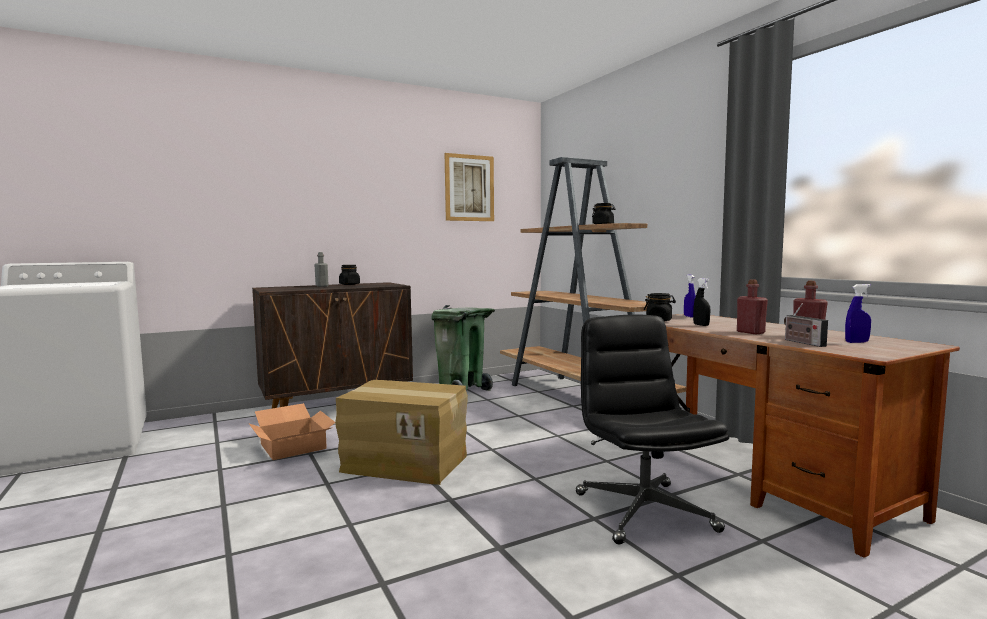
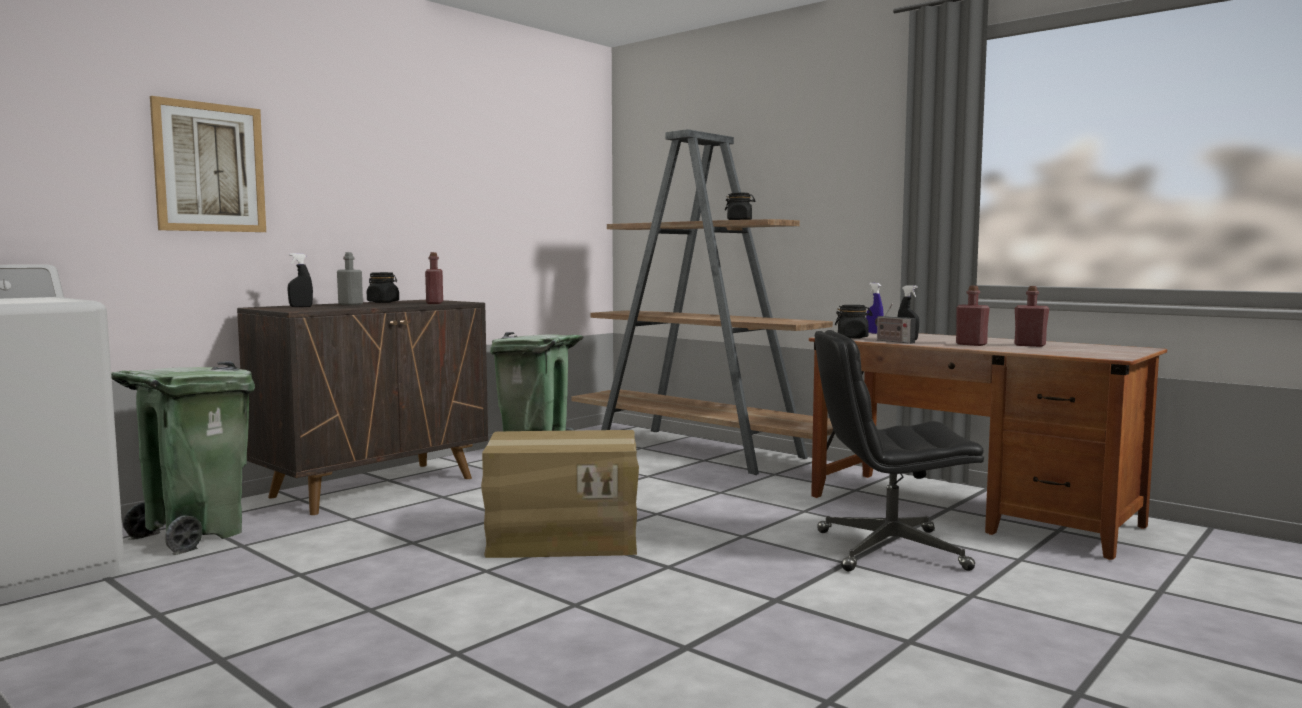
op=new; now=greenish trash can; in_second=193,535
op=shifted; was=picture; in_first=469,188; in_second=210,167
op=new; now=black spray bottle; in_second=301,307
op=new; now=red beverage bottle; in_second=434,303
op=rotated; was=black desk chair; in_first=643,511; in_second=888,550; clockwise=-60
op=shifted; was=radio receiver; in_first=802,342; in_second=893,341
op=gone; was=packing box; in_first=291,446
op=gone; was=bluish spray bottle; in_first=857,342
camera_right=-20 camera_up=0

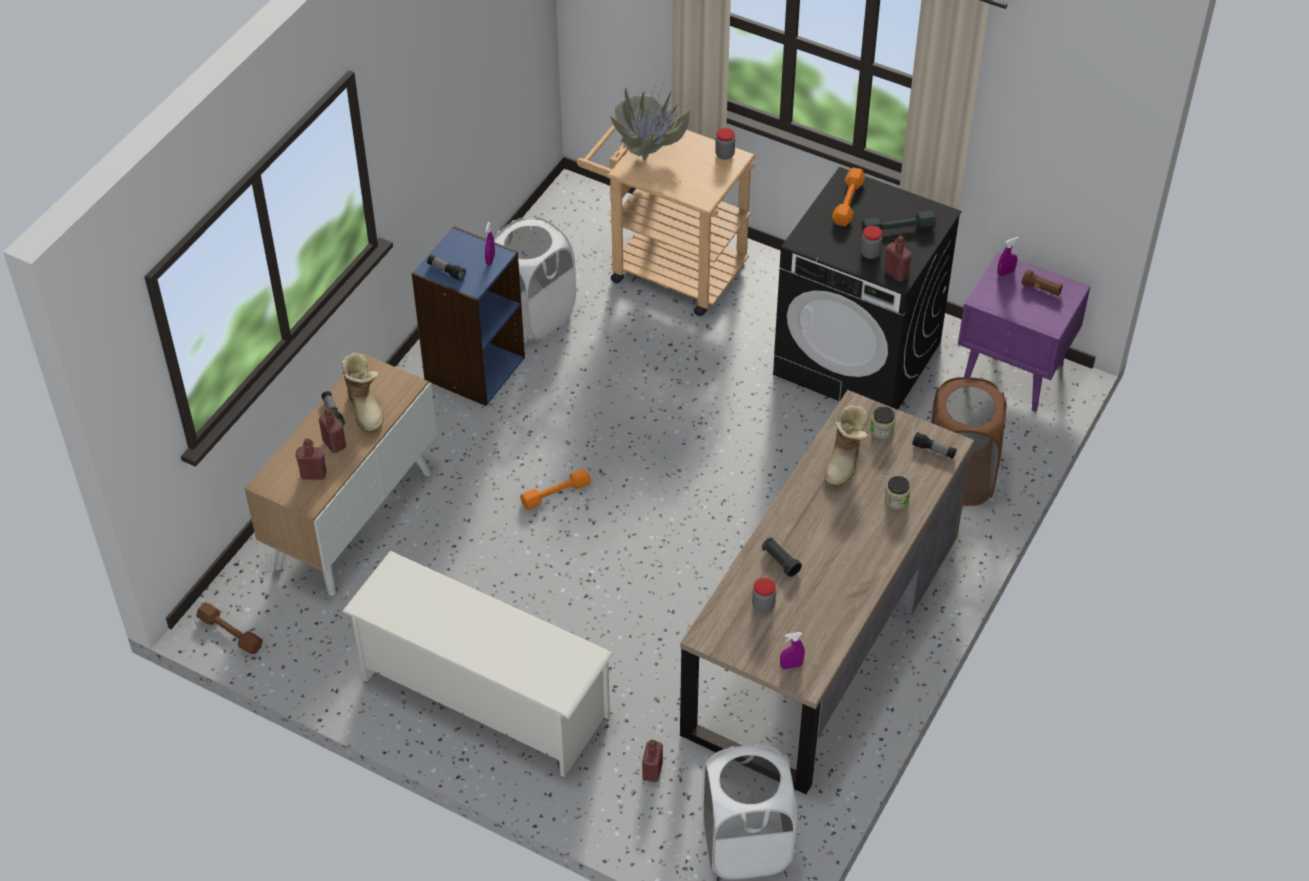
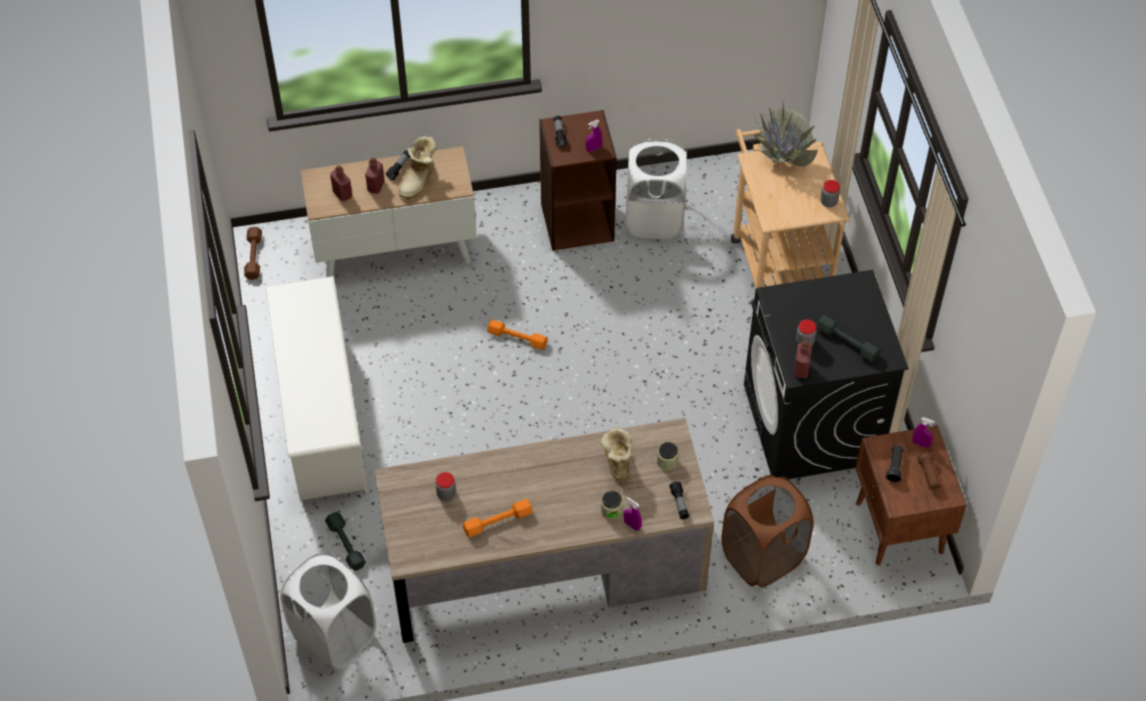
op=swapped; was=red beverage bottle; now=greyish free weight; in_first=652,771; in_second=346,544
op=shifted; was=orangey free weight; in_first=848,202; in_second=497,521
op=repainted; was=bluish bookcase; now=brownish bookcase; in_first=474,368; in_second=577,221
op=rotated; was=boot; in_first=845,462; in_second=616,459; clockwise=105
op=shifted; was=purple-coloured spray bottle; in_first=791,666; in_second=632,525
op=repainted; was=purple-coloured bedside table; now=brownish bedside table; in_first=1014,375; in_second=899,529
op=shifted; was=black hand torch; in_first=780,561; in_second=894,467
camera_right=50 camera_up=5

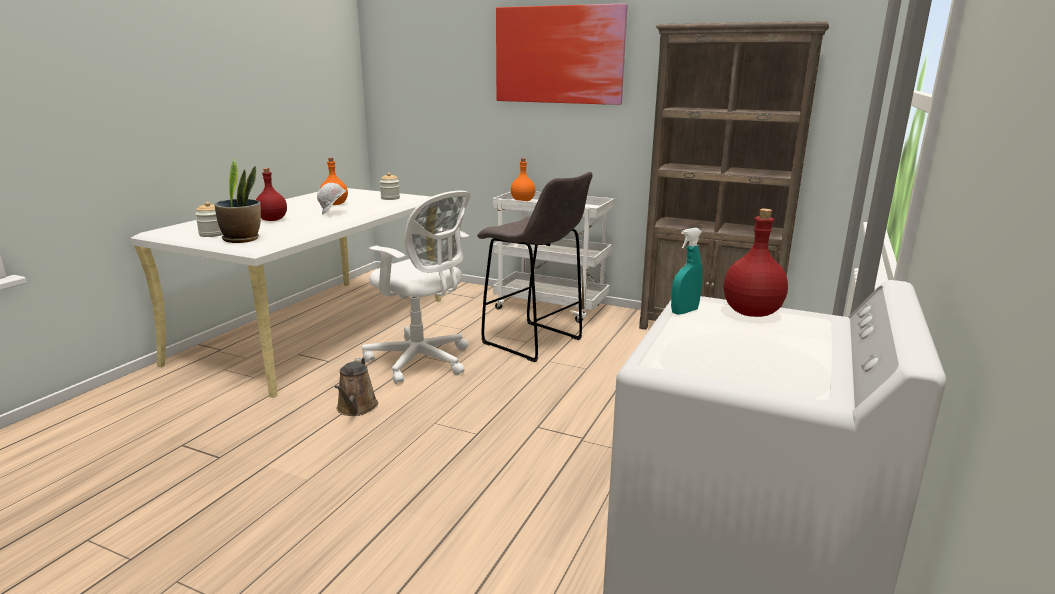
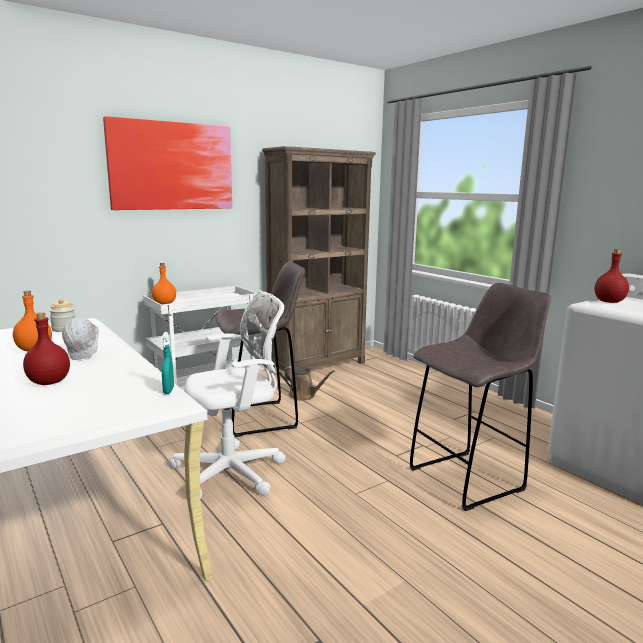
op=shifted; was=turquoise-coloured spray bottle; in_first=684,312; in_second=168,390
op=shifted; was=brownish sprinkling can; in_first=356,408; in_second=304,396
op=new; now=greyish sitting stool; in_second=469,478
op=gone; was=storage jar; in_first=212,234
op=gone; was=plant in a pot; in_first=242,239
camera_right=-60 camera_up=-5

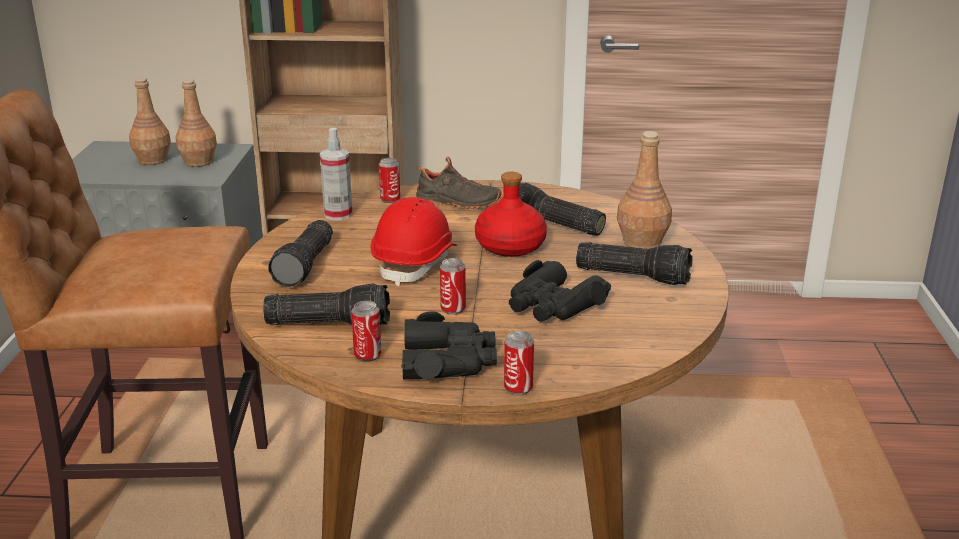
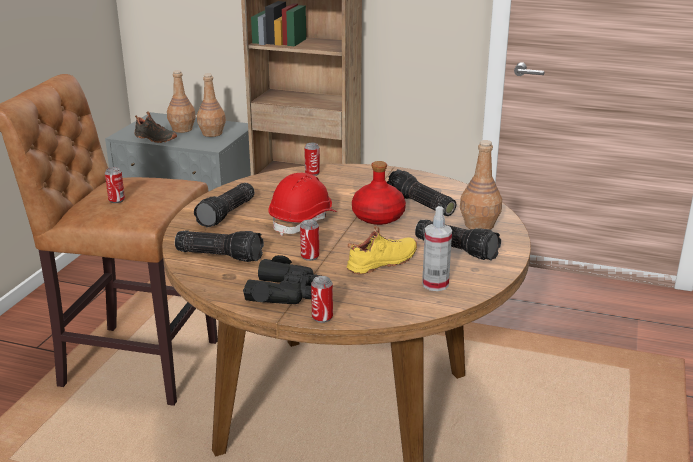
op=shifted; was=sealed can; in_first=367,355; in_second=116,200
op=shifted; was=black shoe; in_first=457,203; in_second=155,139
op=swapped; was=black binoculars; now=yellow-coloured shoe; in_first=553,305; in_second=383,263
op=shifted; was=spray bottle; in_first=338,215; in_second=435,284
camera_right=15 camera_up=0

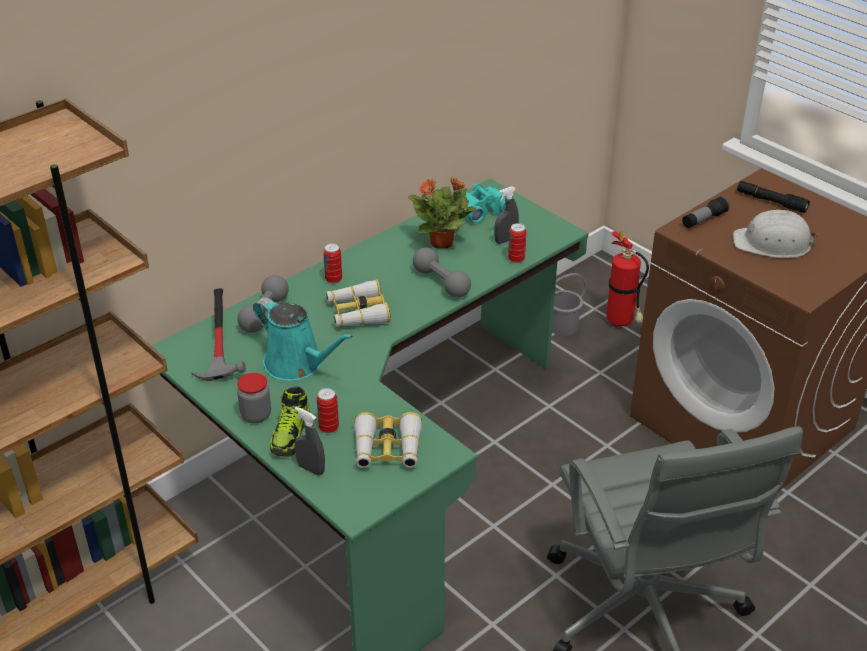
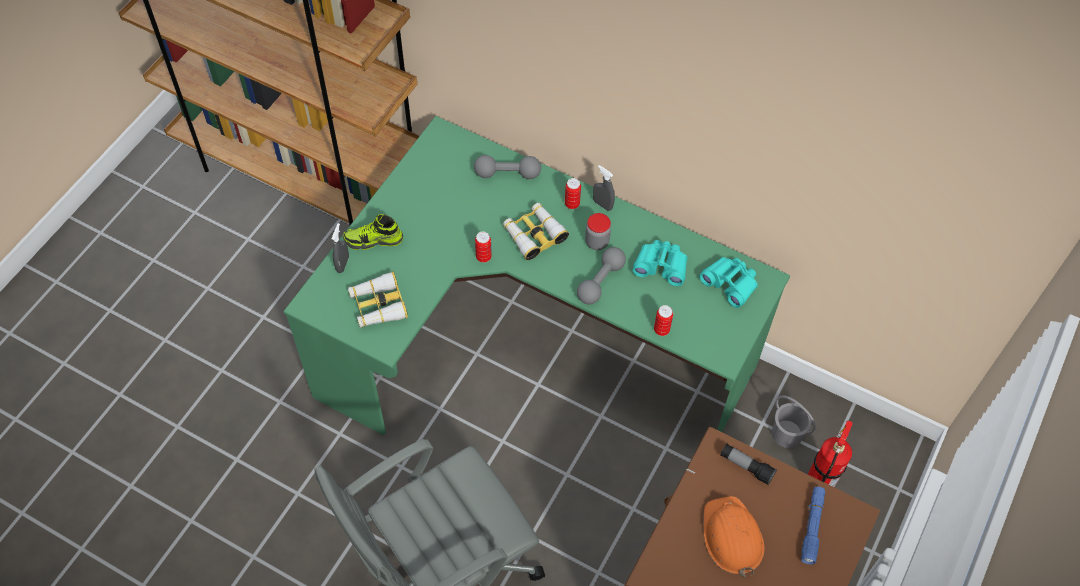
op=shifted; was=sealed can; in_first=329,428; in_second=483,257
op=shifted; was=storage jar; in_first=256,415; in_second=597,242
op=shifted; was=greyish spray bottle; in_first=505,240; in_second=602,204
op=swapped; was=plant in a pot; now=turquoise-coloured binoculars; in_first=442,243; in_second=661,266
op=repainted; was=white-coloured hard hat; now=orangey hard hat; in_first=773,243; in_second=731,537
op=repainted; was=black hand torch; now=bluish hand torch; in_first=771,202; in_second=812,527
op=gone; was=hammer; in_first=224,355
op=gone; was=turquoise-coloured sprinkling can; in_first=297,364
camera_right=70 camera_up=20

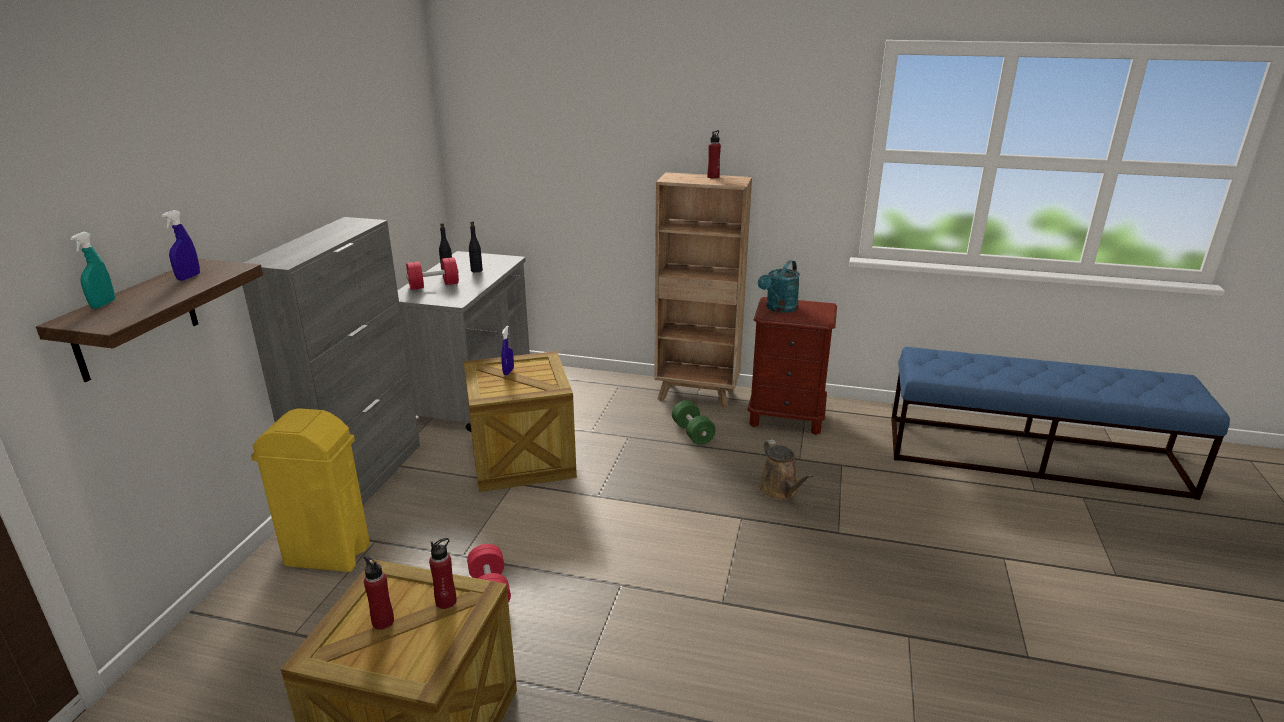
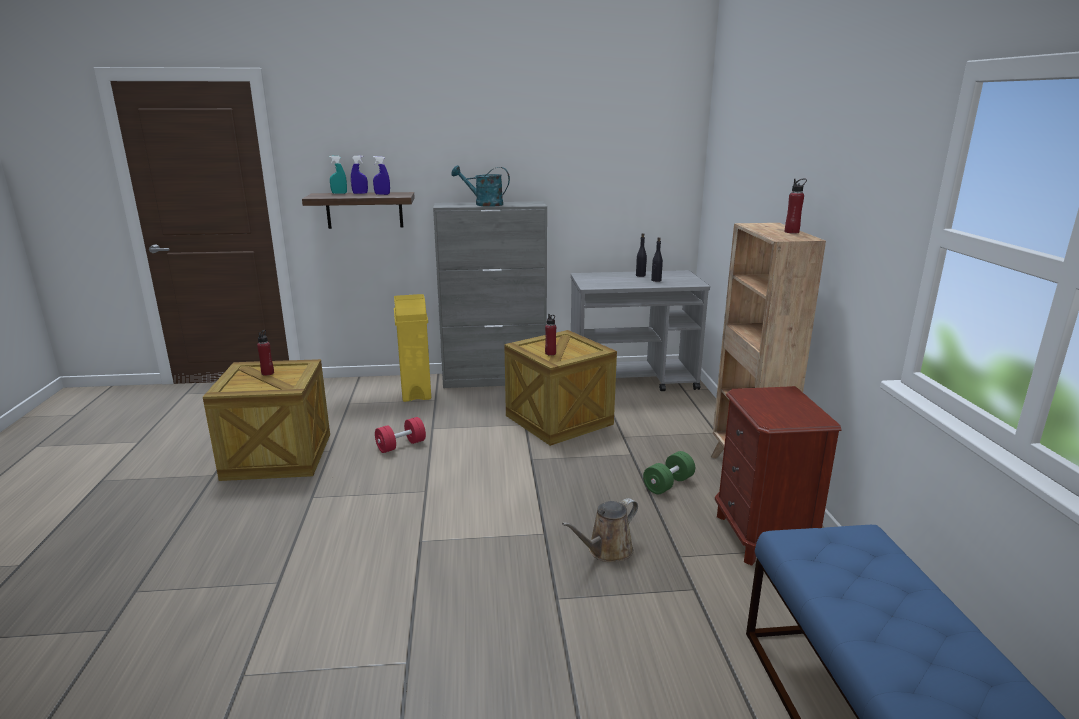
op=shifted; was=bluish spray bottle; in_first=508,371; in_second=360,193
op=shifted; was=turquoise-coloured sprinkling can; in_first=779,308; in_second=483,204
op=shifted; was=red beverage bottle; in_first=446,601; in_second=550,353
op=gone; was=red free weight; in_first=434,286
camera_right=70 camera_up=-5

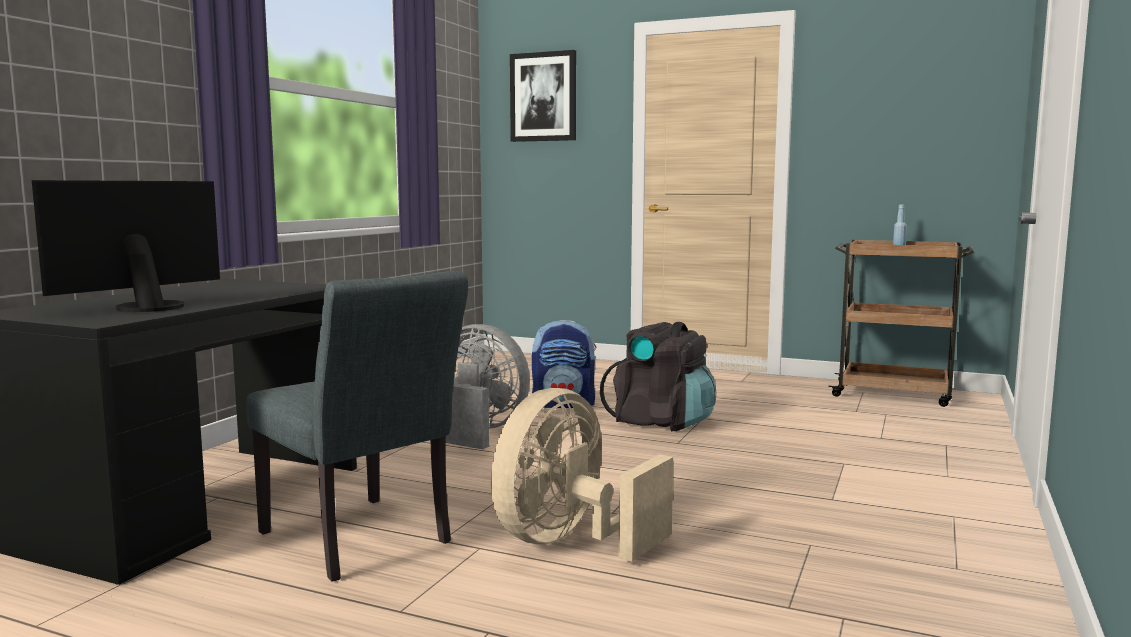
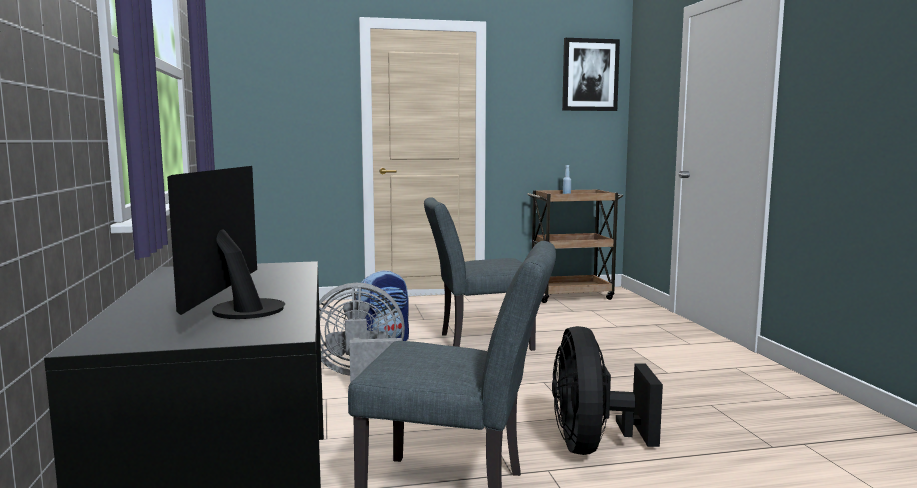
op=swapped; was=black backpack; now=greyish plain chair; in_first=661,422; in_second=478,342
op=repainted; was=sand-coloured cooling fan; now=black cooling fan; in_first=570,542; in_second=593,446
op=shifted; was=picture; in_first=543,97; in_second=590,75
camera_right=-35 camera_up=0

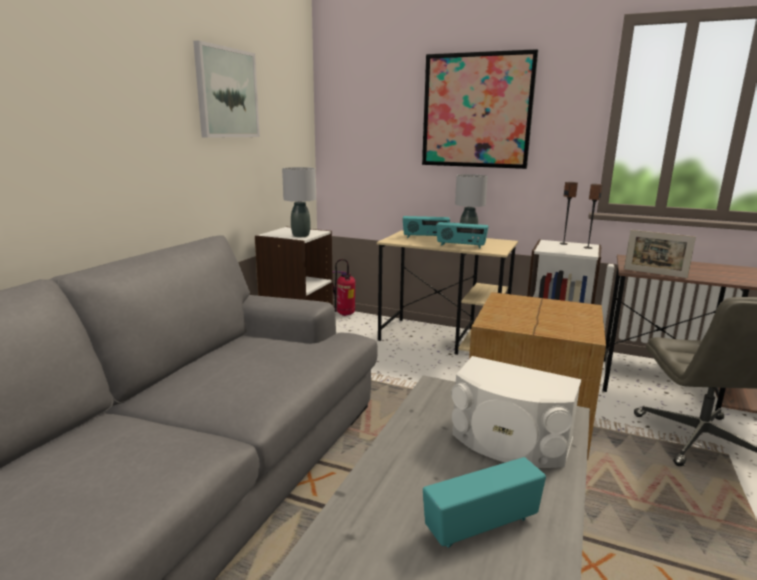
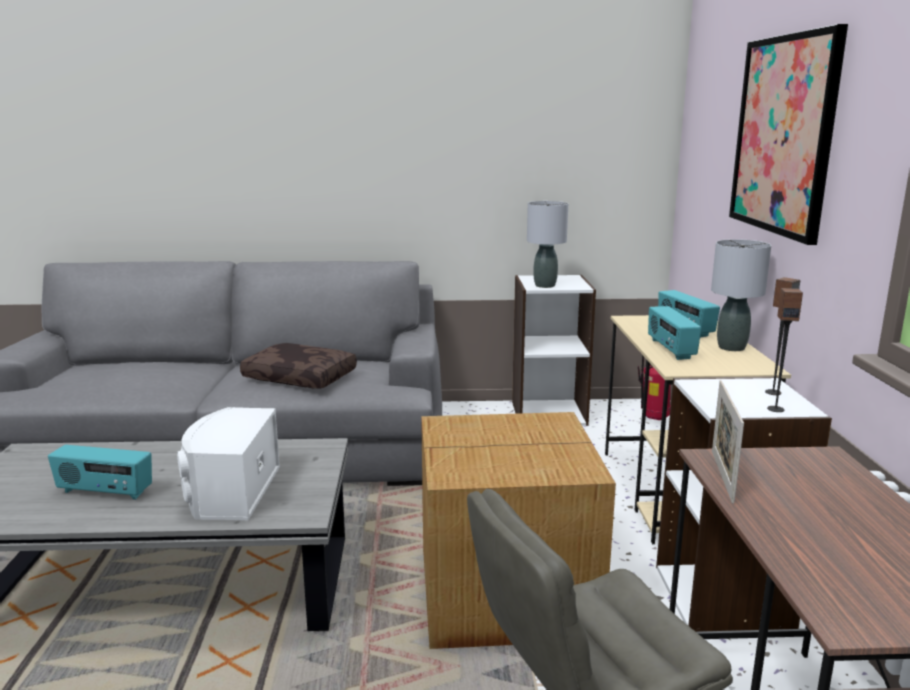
op=rotated; was=radio receiver; in_first=480,524; in_second=104,492; clockwise=150
op=new; now=brownish cushion; in_second=301,377
op=gone; was=picture; in_first=226,93
camera_right=65 camera_up=0

